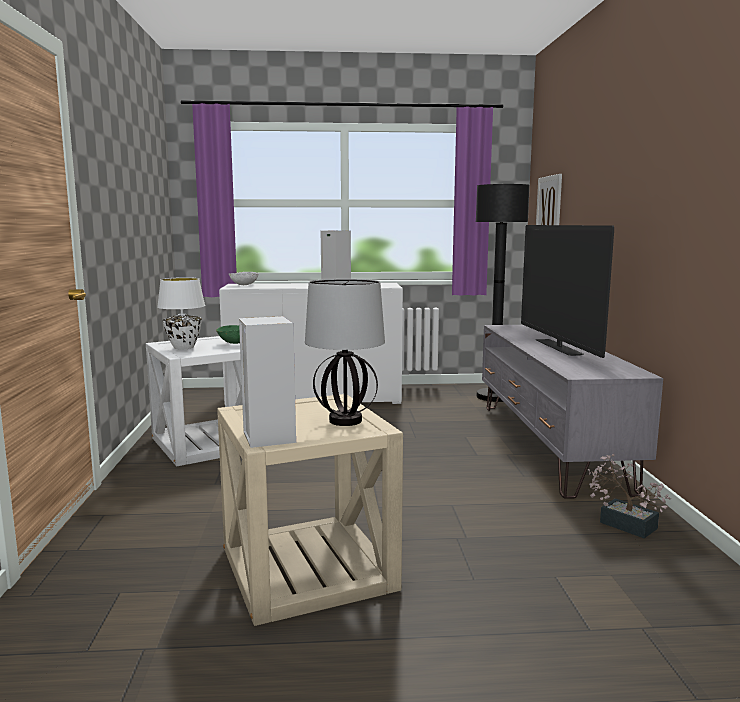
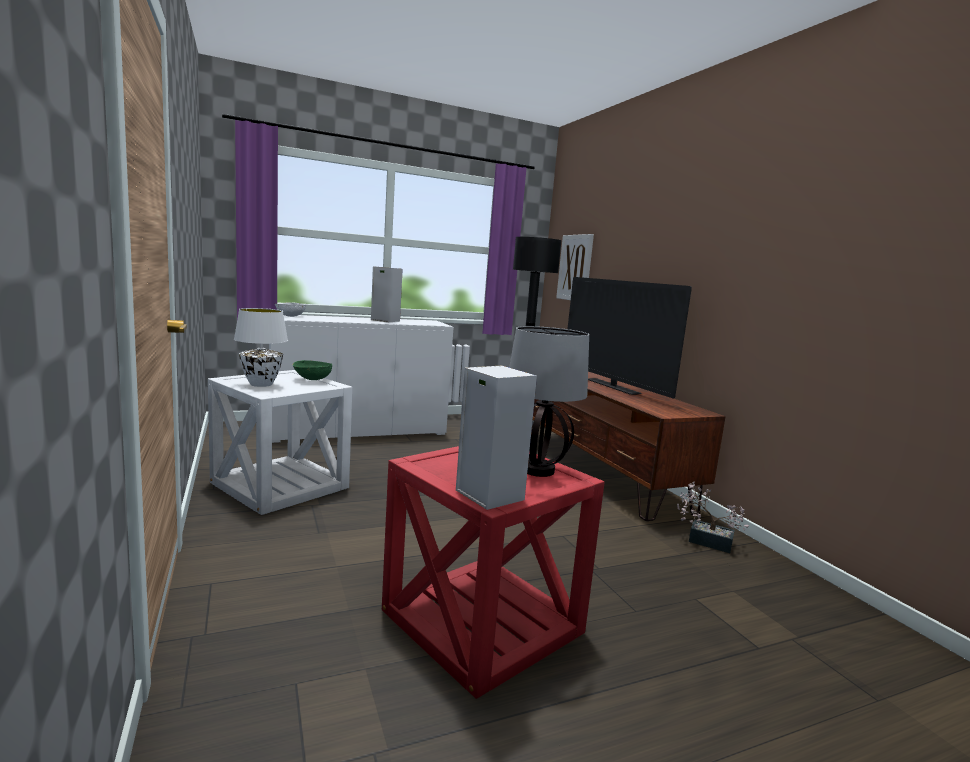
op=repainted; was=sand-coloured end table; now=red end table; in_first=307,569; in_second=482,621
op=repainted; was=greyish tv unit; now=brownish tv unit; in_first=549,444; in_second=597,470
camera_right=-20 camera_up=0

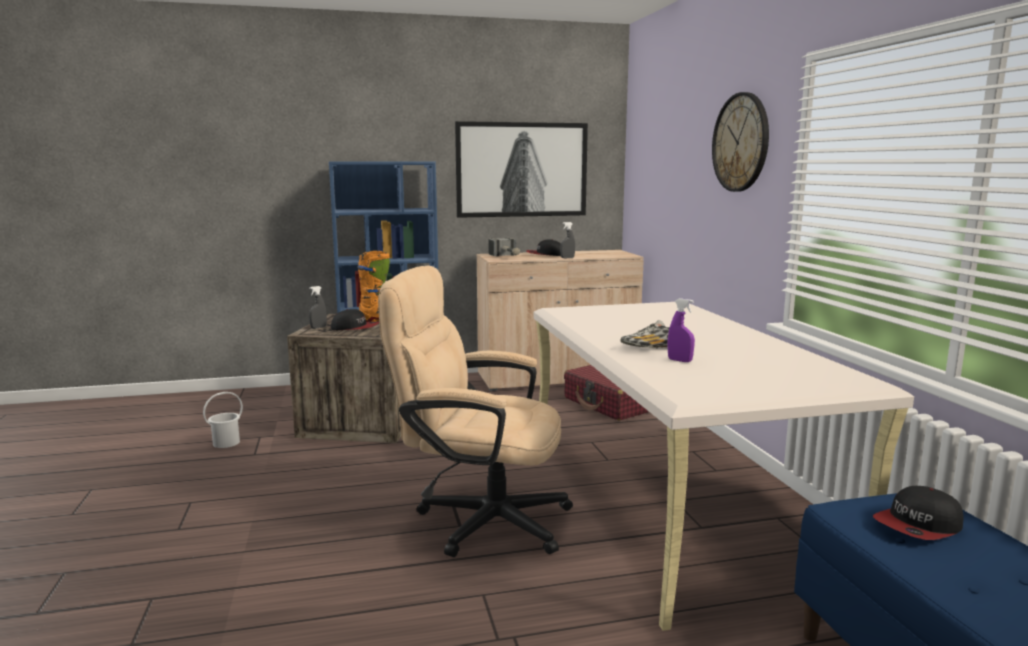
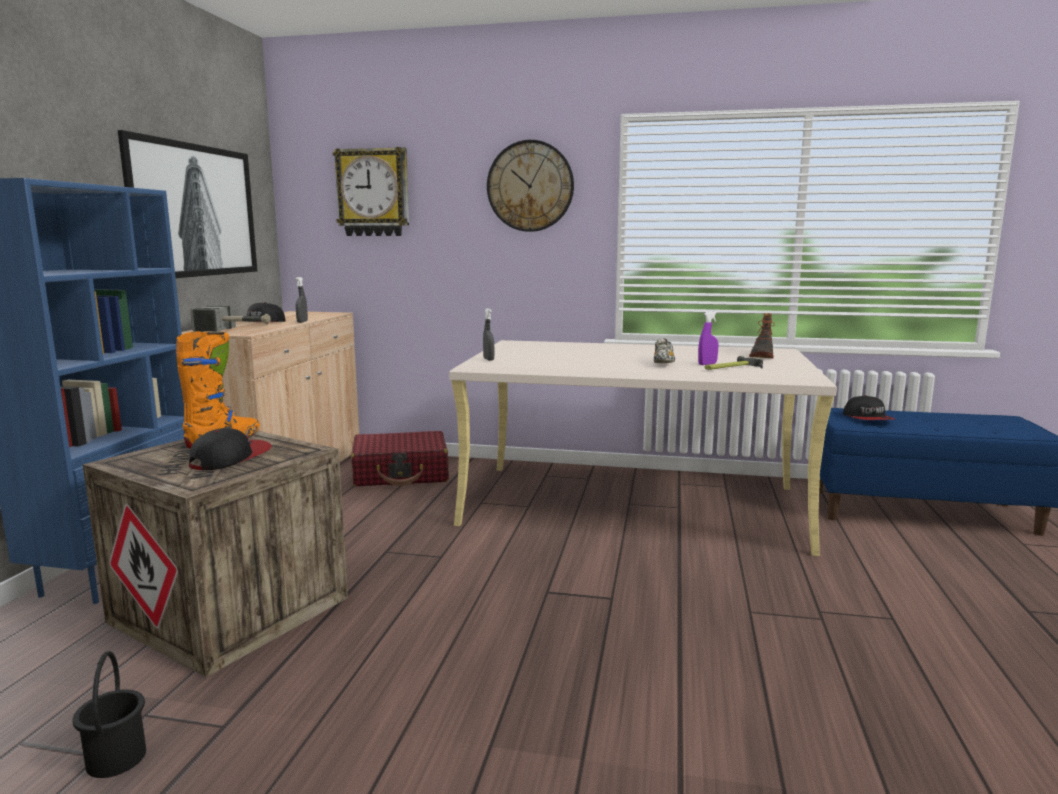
op=repainted; was=white-coloured pail; now=black pail; in_first=226,443; in_second=115,759
op=new; now=clock on the wall; in_second=373,193
op=shifted; was=greyish spray bottle; in_first=318,327; in_second=488,359
op=new; now=hammer; in_second=731,368
op=new; now=boot; in_second=761,355
op=gone; was=sand-coloured desk chair; in_first=479,519
camera_right=-65 camera_up=0

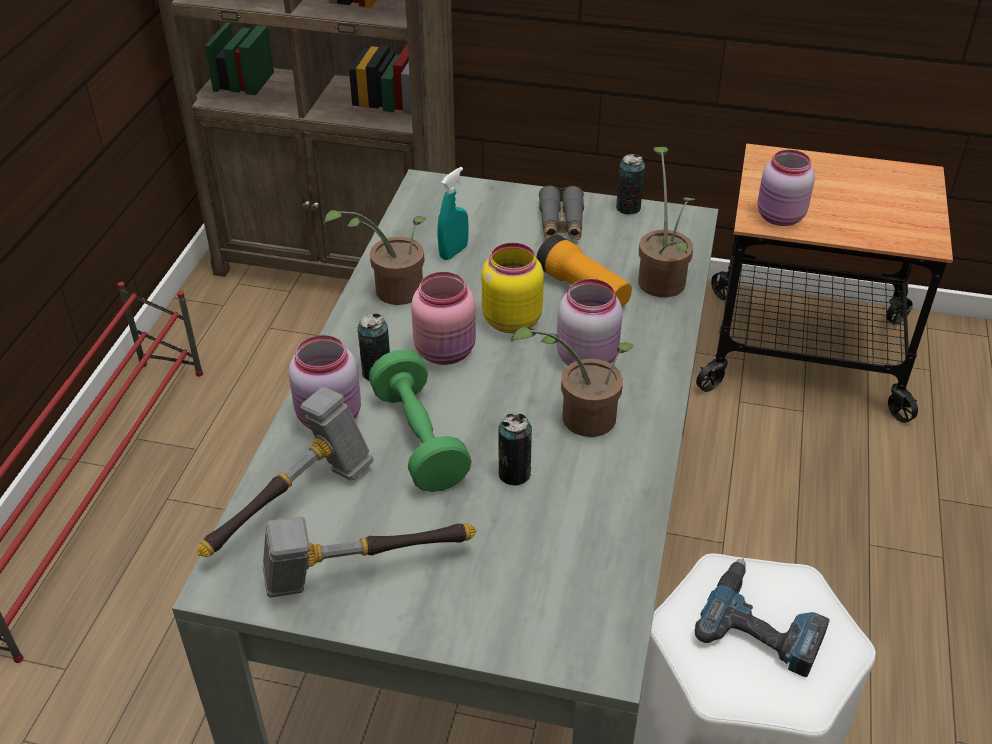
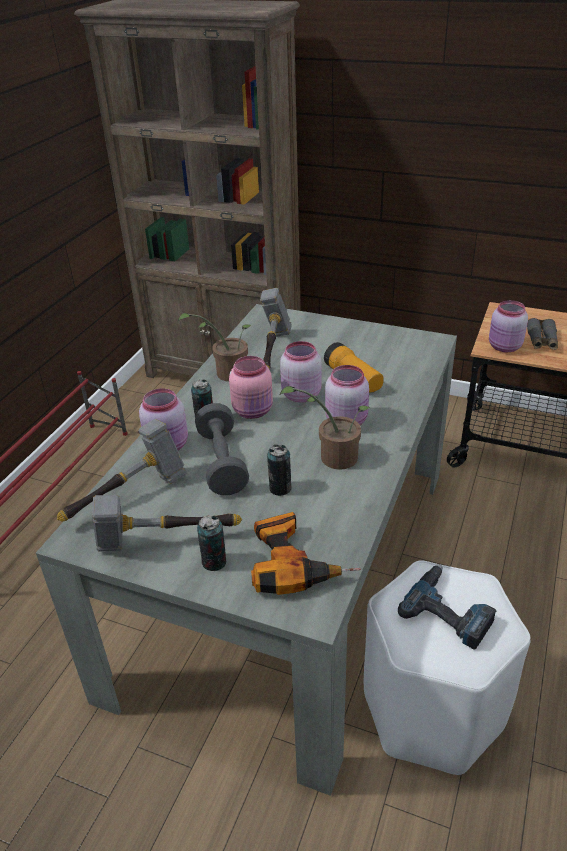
op=repainted; was=greenish free weight; now=greyish free weight; in_first=419,439; in_second=222,462
op=shifted; was=sealed can; in_first=628,208; in_second=214,562
op=new; now=power drill; in_second=295,561
op=swapped; was=turquoise-coloured spray bottle; now=hammer; in_first=453,252; in_second=273,352
op=repainted; was=yellow-coloured storage jar; now=pink-coloured storage jar; in_first=510,320; in_second=300,394
op=shifted; was=greyish binoculars; in_first=561,223; in_second=541,341
op=gone; was=plant in a pot; in_first=662,278
camera_right=10 camera_up=-5

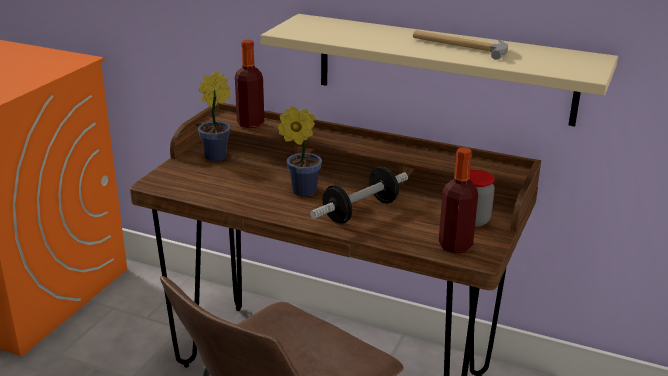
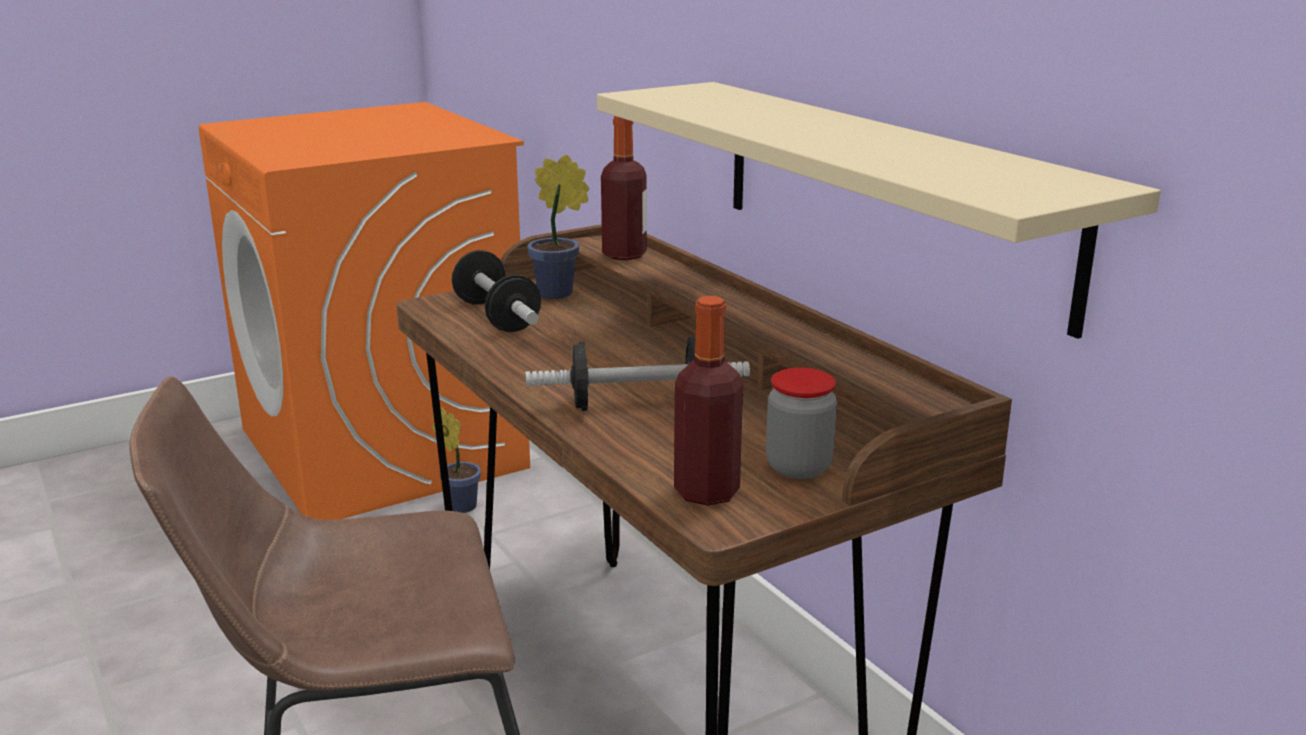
op=shifted; was=plant in a pot; in_first=301,191; in_second=460,505
op=new; now=free weight; in_second=496,317
op=gone; was=hammer; in_first=459,46
camera_right=35 camera_up=-5

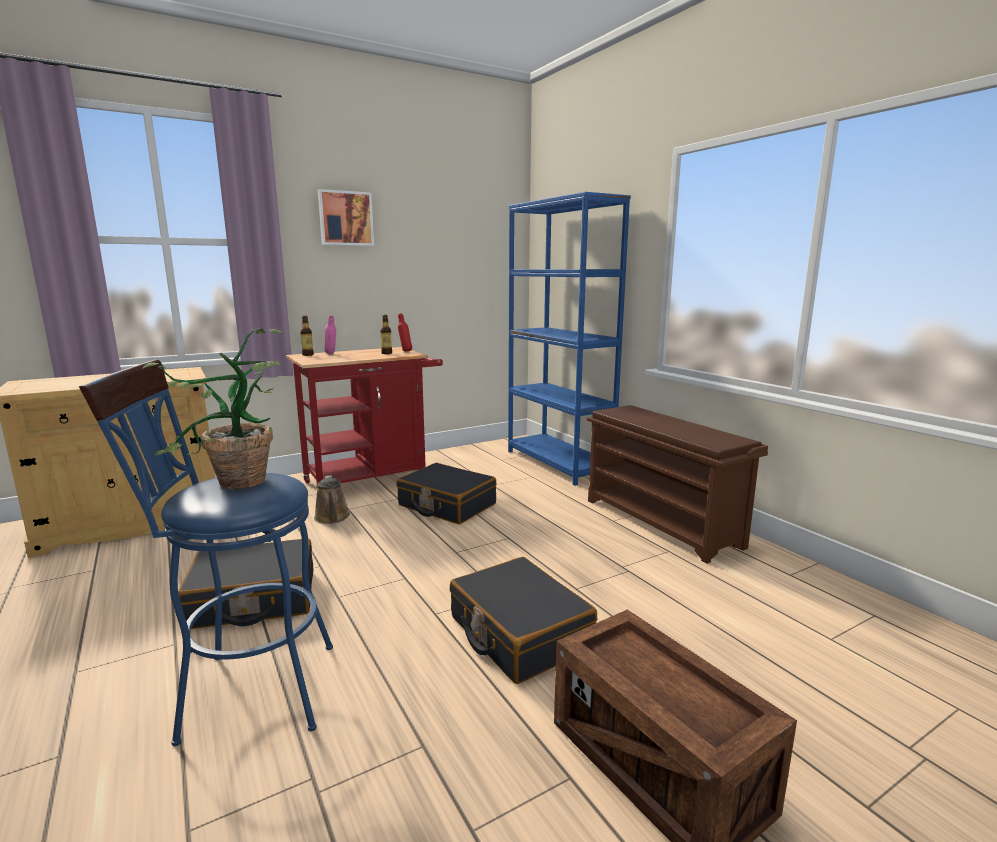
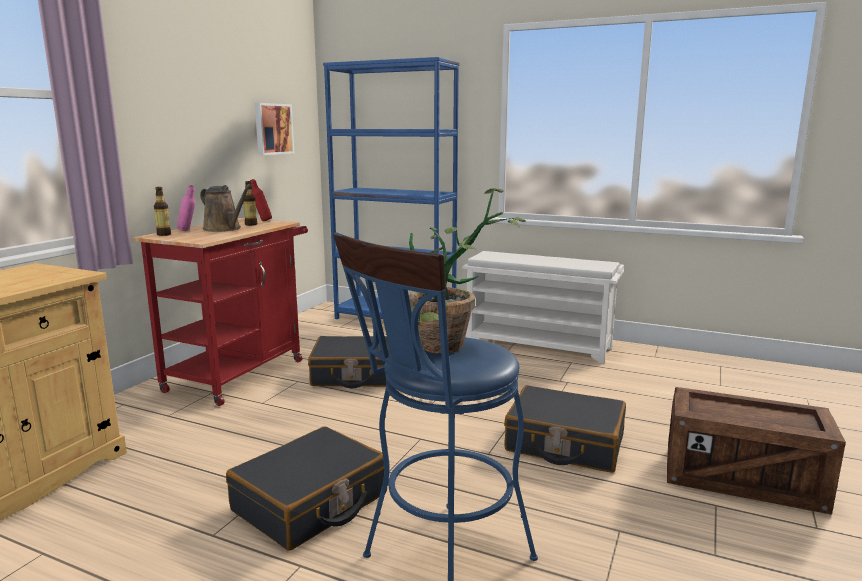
op=shifted; was=brownish sprinkling can; in_first=332,518; in_second=224,229
op=shifted; was=picture; in_first=345,218; in_second=272,129
op=repainted; was=brownish shoe stand; now=white-coloured shoe stand; in_first=662,522; in_second=539,345
camera_right=-35 camera_up=0

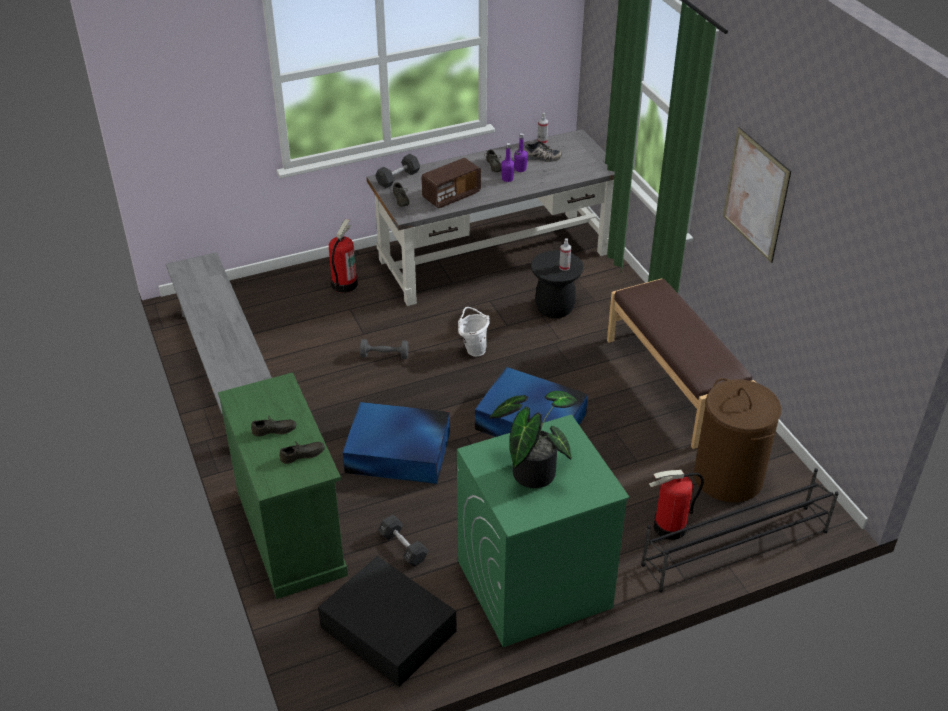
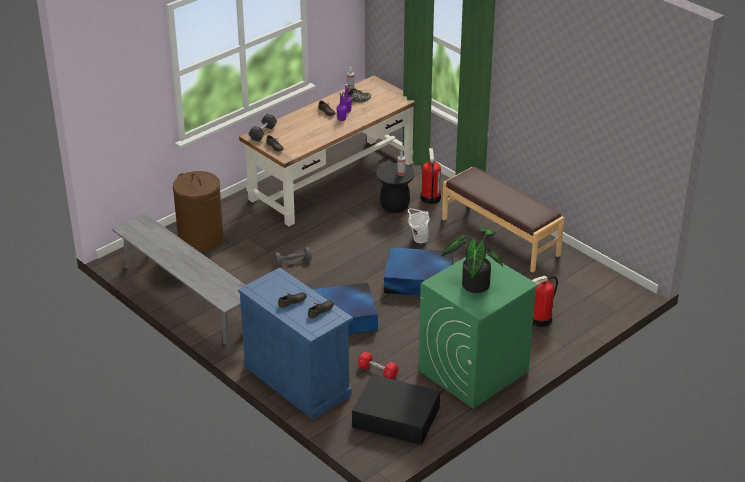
op=shifted; was=brownish washing basket; in_first=728,477; in_second=201,238
op=repainted; was=greenish storage cabinet; now=bluish storage cabinet; in_first=291,531; in_second=297,380
op=repainted; was=greyish desk table; now=brownish desk table; in_first=495,256; in_second=332,180
op=repainted; was=black free weight; now=red free weight; in_first=403,547; in_second=378,371
op=shifted; was=white-coloured pail; in_first=473,349; in_second=417,239
op=shifted; was=fire extinguisher; in_first=344,284; in_second=430,198
op=gone; was=radio receiver; in_first=451,196
op=gone; was=black shoe stand; in_first=734,548
op=gone; was=picture; in_first=755,194
camera_right=-20 camera_up=-5

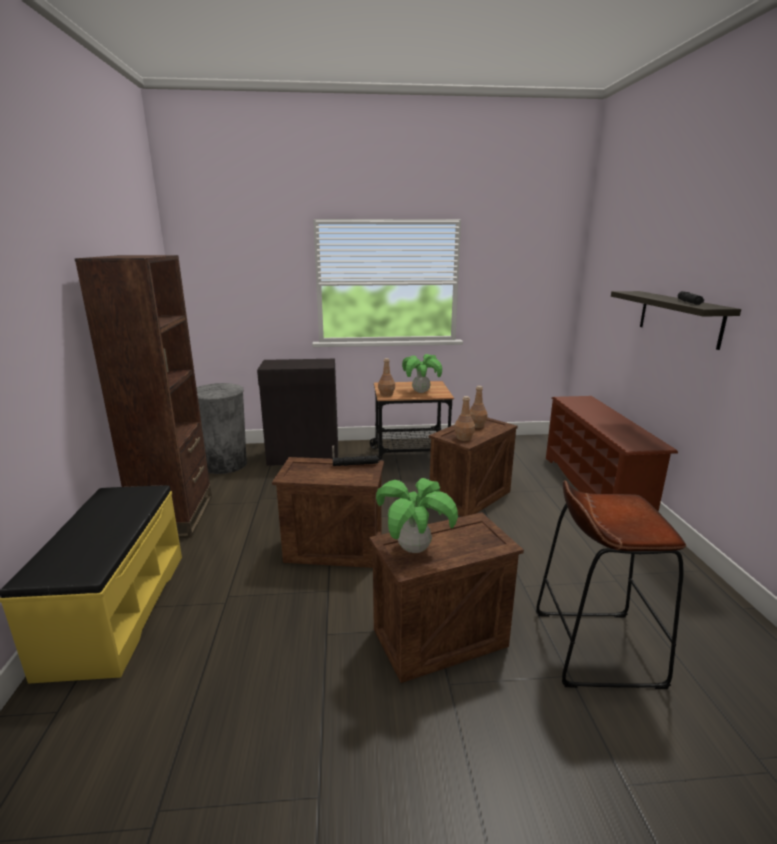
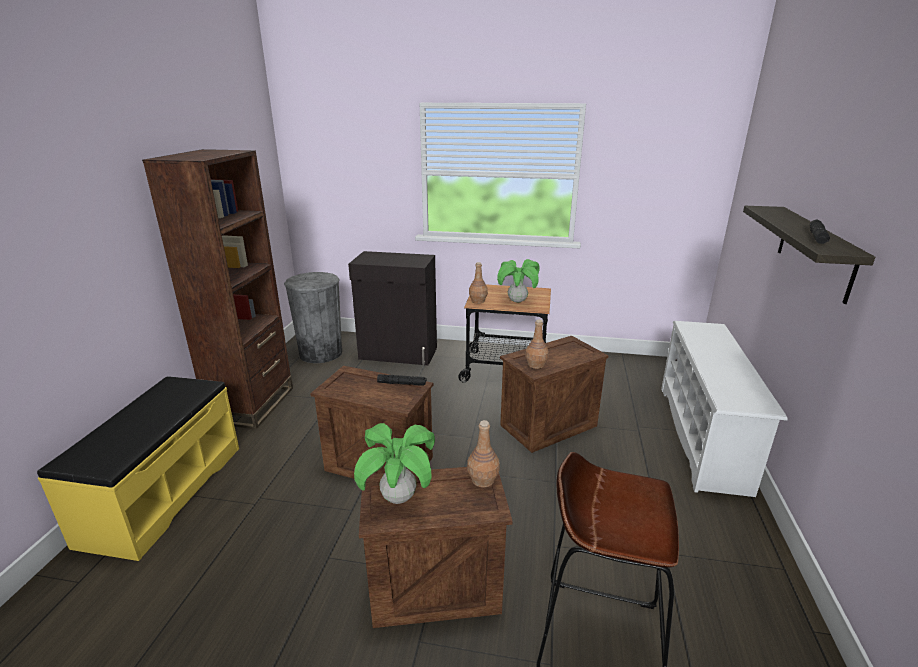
op=shifted; was=brownish beverage bottle; in_first=477,425; in_second=483,480
op=repainted; was=brownish shoe stand; now=white-coloured shoe stand; in_first=595,488; in_second=703,436
camera_right=15 camera_up=5

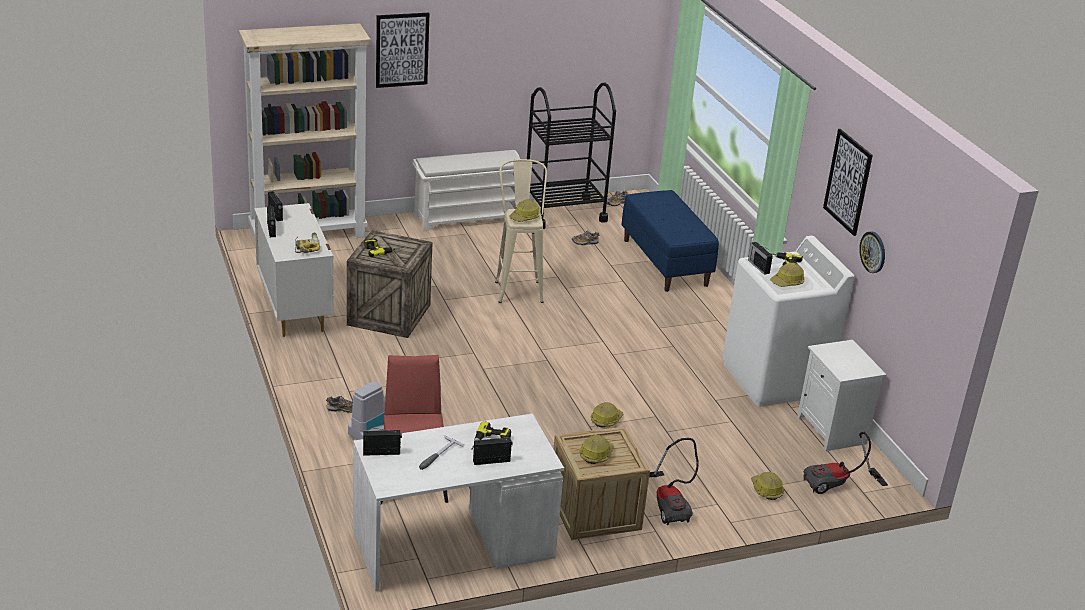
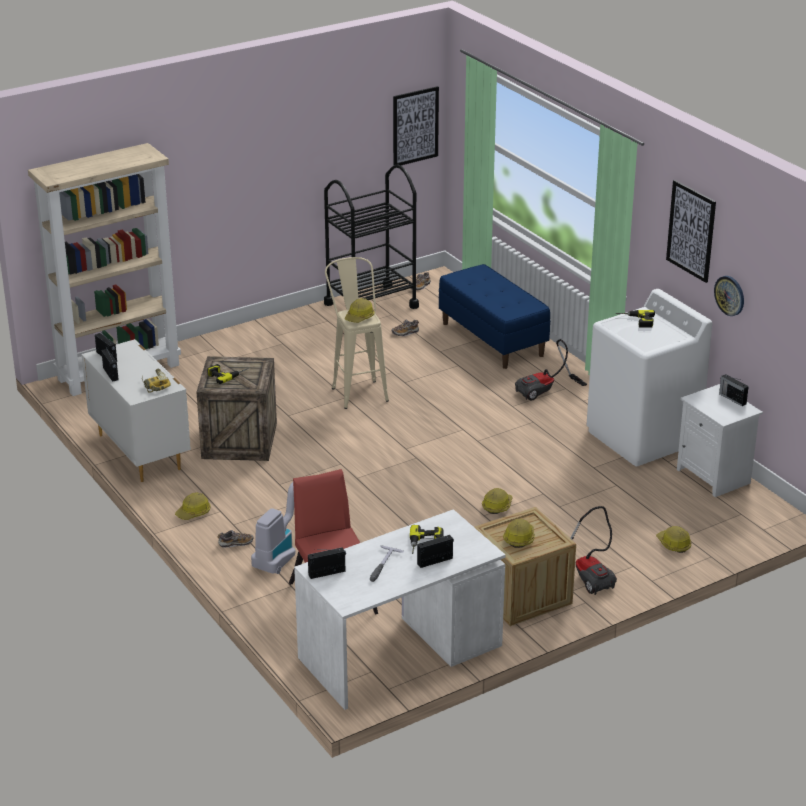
op=shifted; was=hard hat; in_first=787,282; in_second=194,513
op=shifted; was=picture; in_first=402,50; in_second=415,126
op=shifted; was=vacuum cleaner; in_first=838,485; in_second=546,391
op=shifted; was=radio receiver; in_first=758,266; in_second=732,398
op=gone; was=white-coloured shoe stand; in_first=468,217
camera_right=-10 camera_up=0

